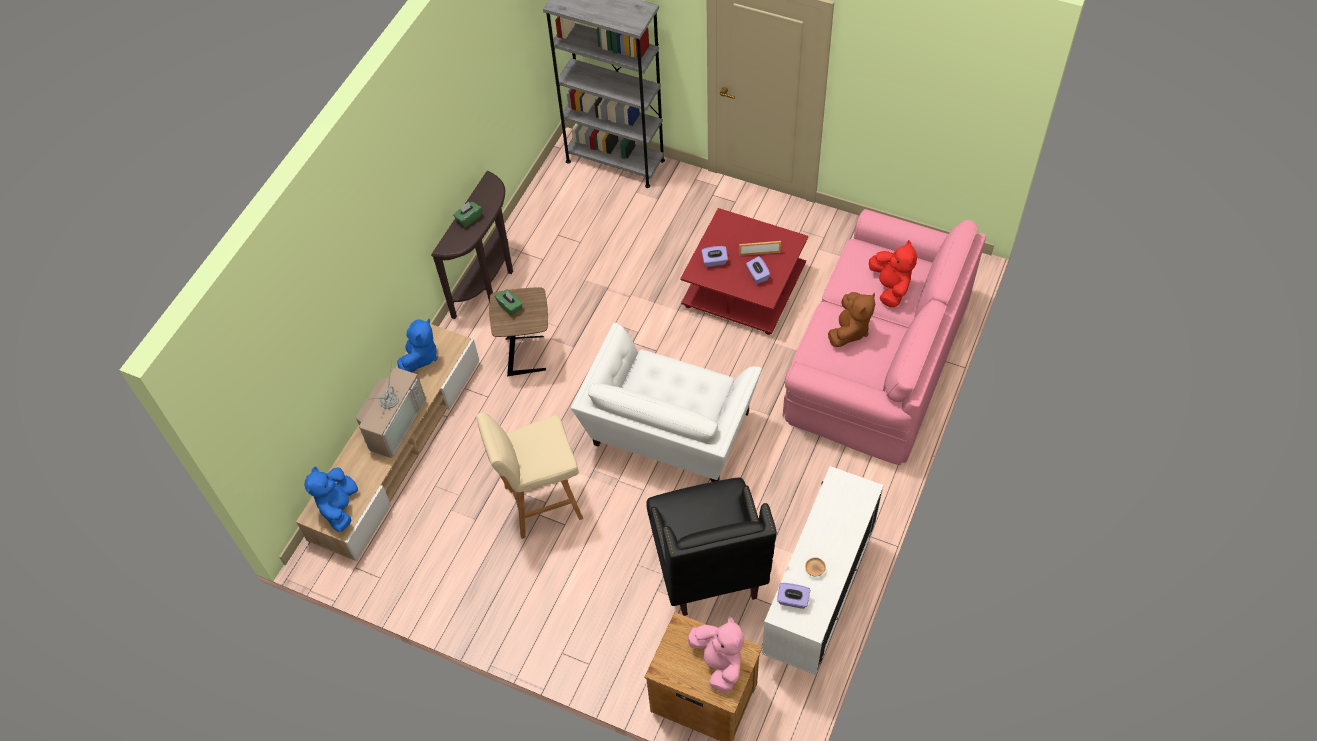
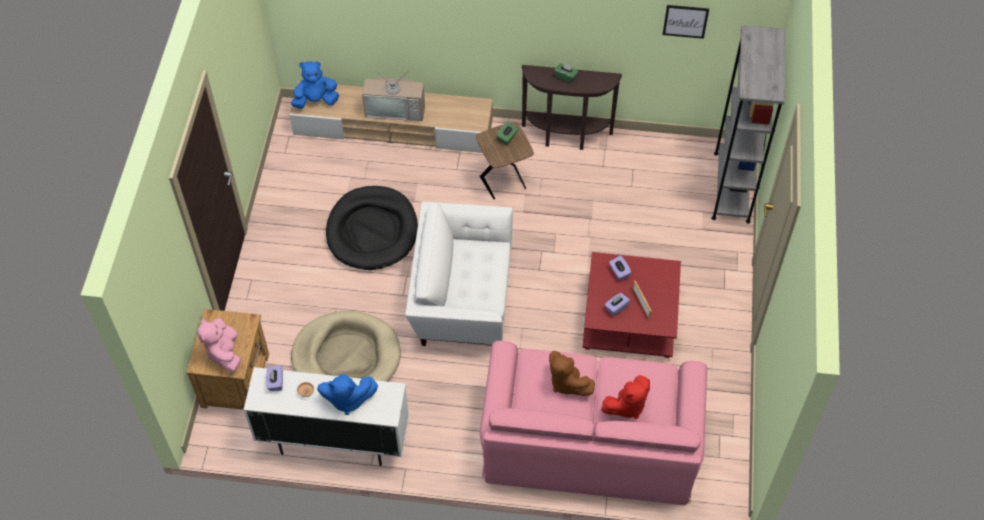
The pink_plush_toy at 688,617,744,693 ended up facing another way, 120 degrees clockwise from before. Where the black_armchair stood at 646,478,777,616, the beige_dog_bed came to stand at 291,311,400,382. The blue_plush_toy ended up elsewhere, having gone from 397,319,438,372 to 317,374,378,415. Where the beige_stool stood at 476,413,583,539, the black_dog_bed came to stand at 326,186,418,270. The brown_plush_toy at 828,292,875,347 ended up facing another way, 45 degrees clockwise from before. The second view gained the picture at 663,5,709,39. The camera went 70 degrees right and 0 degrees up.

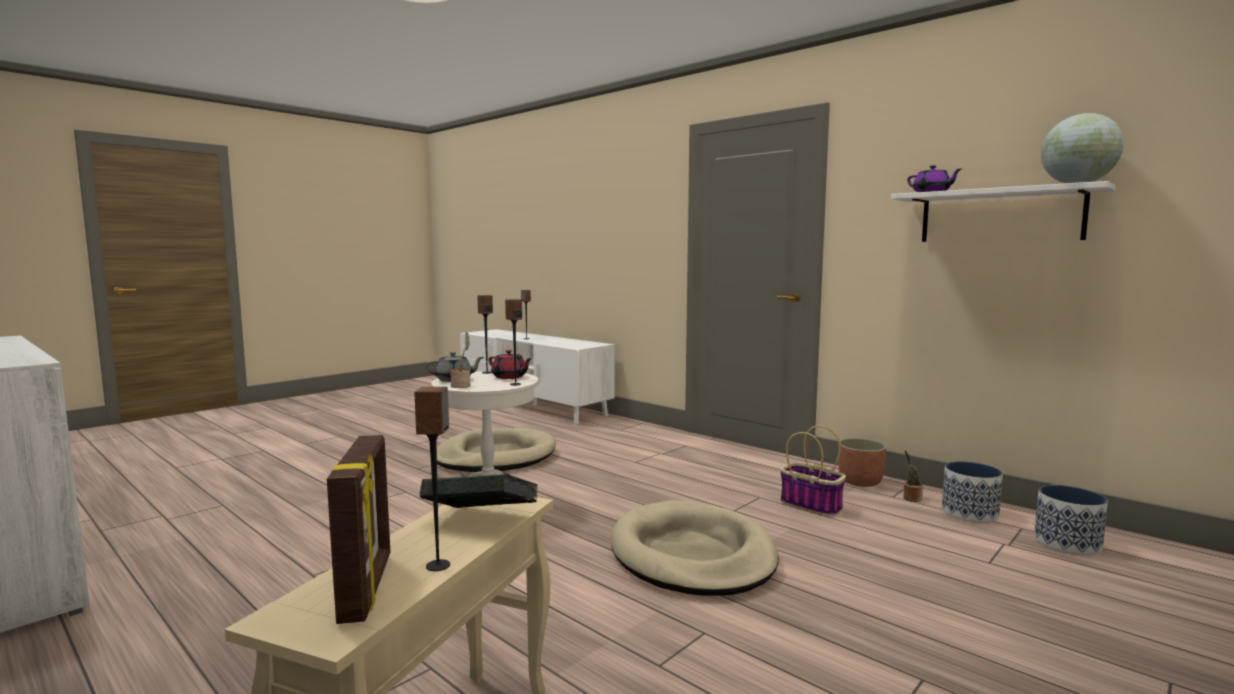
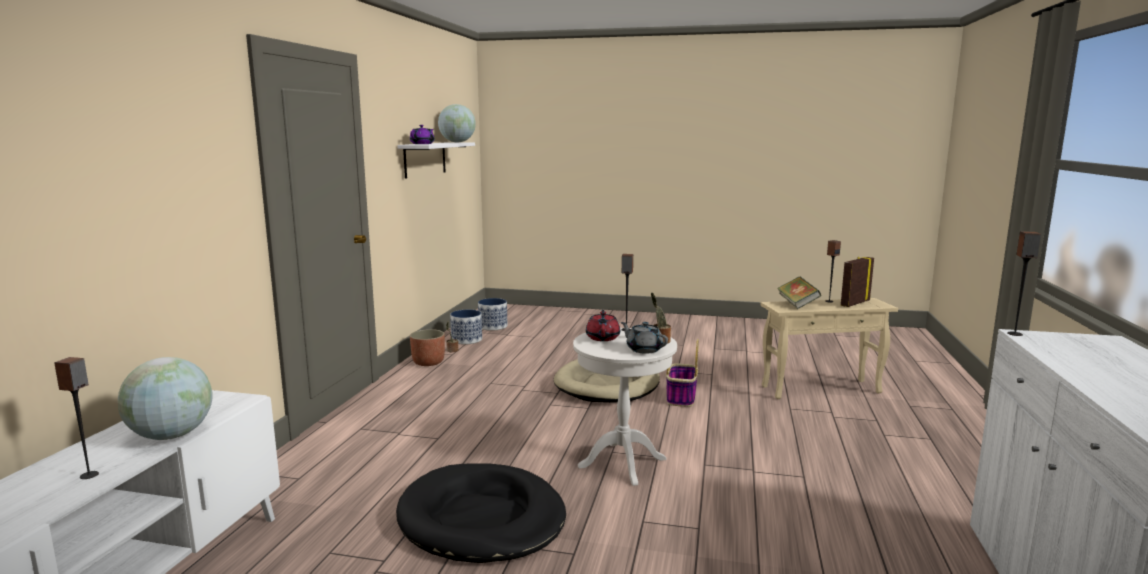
The second view gained the globe at 118,357,213,440. What was the beige_dog_bed at 437,428,556,472 turned into the black_dog_bed at 396,463,566,563. The basket ended up elsewhere, having gone from 780,425,846,517 to 666,339,699,407. The speaker ended up elsewhere, having gone from 477,295,493,374 to 1007,231,1041,336. The camera went 120 degrees left and 5 degrees up.

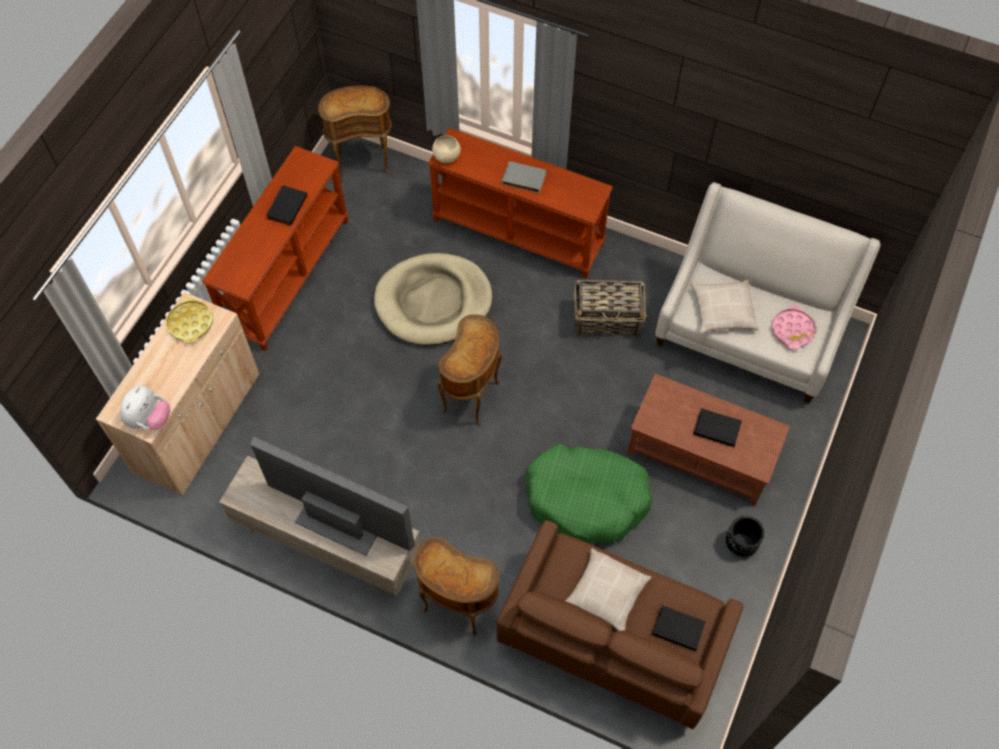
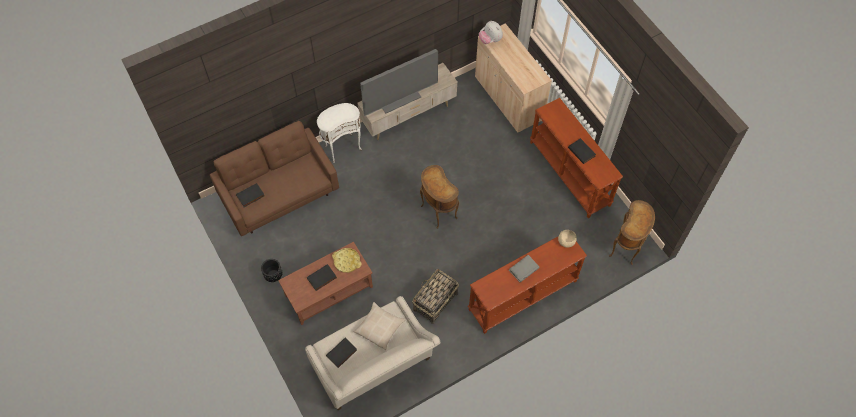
What was the brown_side_table at 414,537,500,636 turned into the white_side_table at 317,103,362,163. Where the pink_tray stood at 772,305,816,350, the black_book came to stand at 326,338,357,368. The yellow_tray ended up elsewhere, having gone from 166,297,213,344 to 332,248,362,273. The second view lost the beige_dog_bed at 374,253,493,345. The second view lost the green_dog_bed at 526,444,653,543. The second view lost the beige_pillow at 565,548,651,631. The camera went 125 degrees right and 0 degrees up.

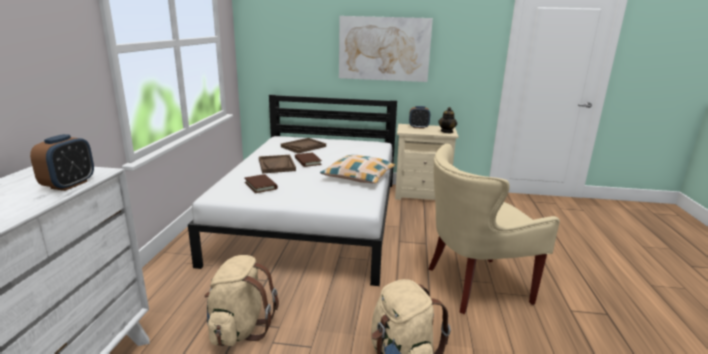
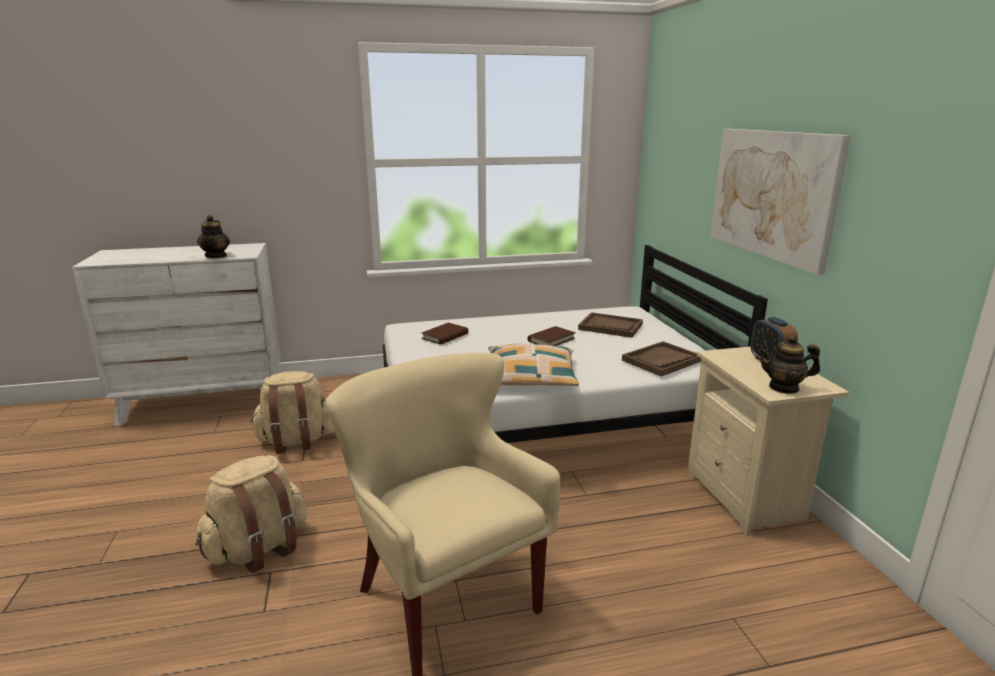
Where the alarm_clock stood at 30,134,94,191, the teapot came to stand at 197,215,230,258. The brown_tray ended up elsewhere, having gone from 259,155,296,174 to 622,341,702,377. The camera went 70 degrees right and 0 degrees up.

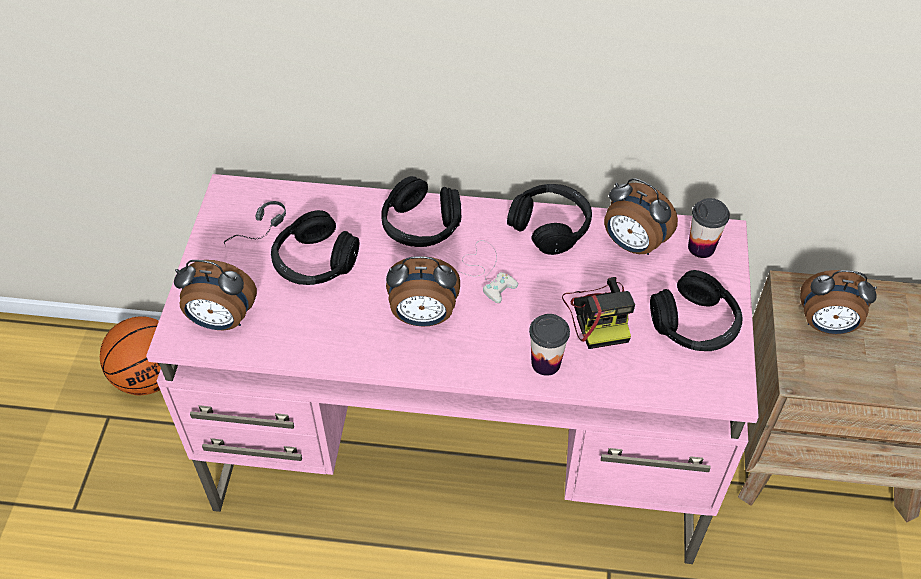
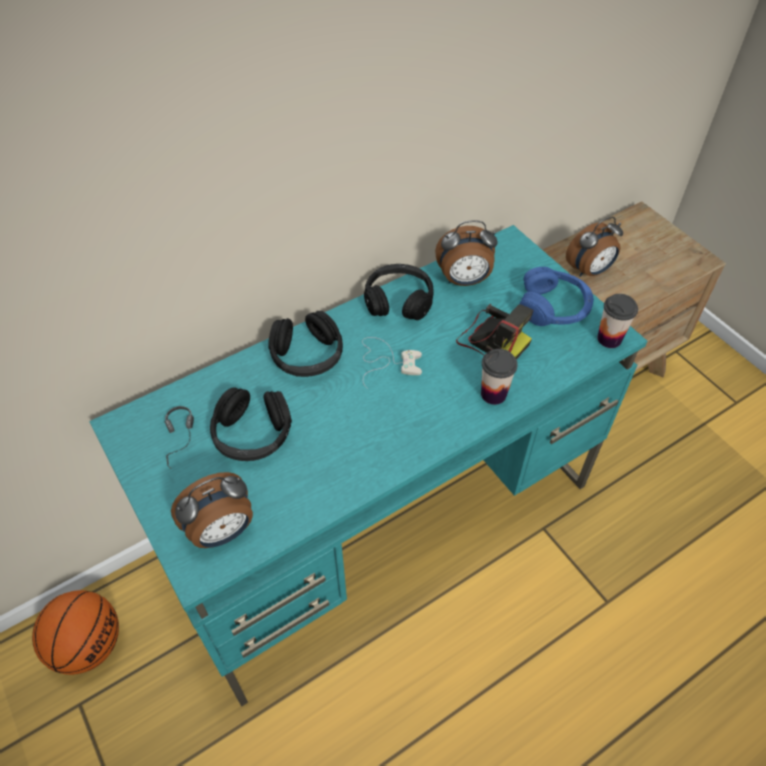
What was the pink_desk at 146,174,759,564 turned into the turquoise_desk at 90,225,647,707. What was the black_headphones at 650,270,742,351 turned into the blue_headphones at 520,267,594,326. The cup ended up elsewhere, having gone from 688,198,730,258 to 597,294,638,348. The second view lost the alarm_clock at 386,256,460,326. The camera went 40 degrees left and 0 degrees up.

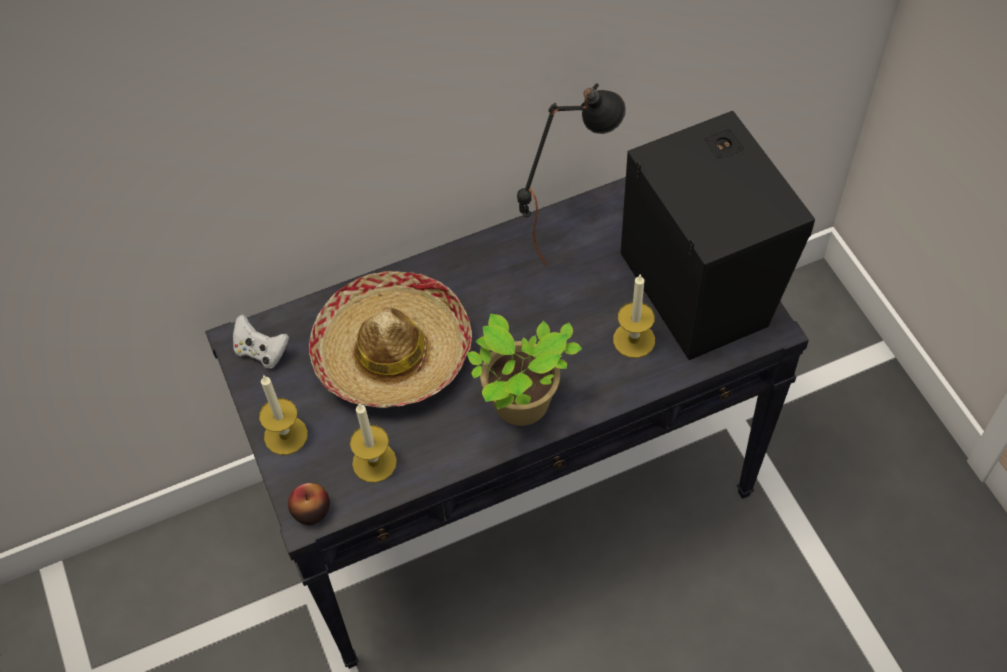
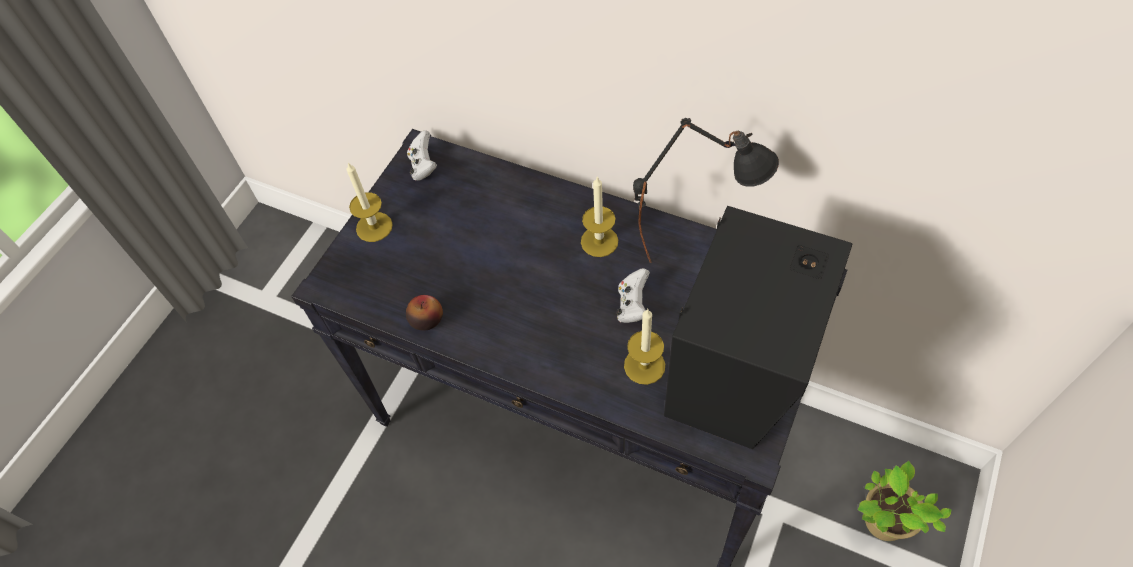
The apple ended up elsewhere, having gone from 288,483,330,525 to 406,295,443,330. The candle ended up elsewhere, having gone from 350,403,397,483 to 581,177,618,257. The second view gained the white_game_controller at 616,268,650,323. The potted_plant ended up elsewhere, having gone from 467,313,582,426 to 858,461,951,541. The second view lost the hat at 309,271,472,408. The camera went 50 degrees right and 0 degrees up.

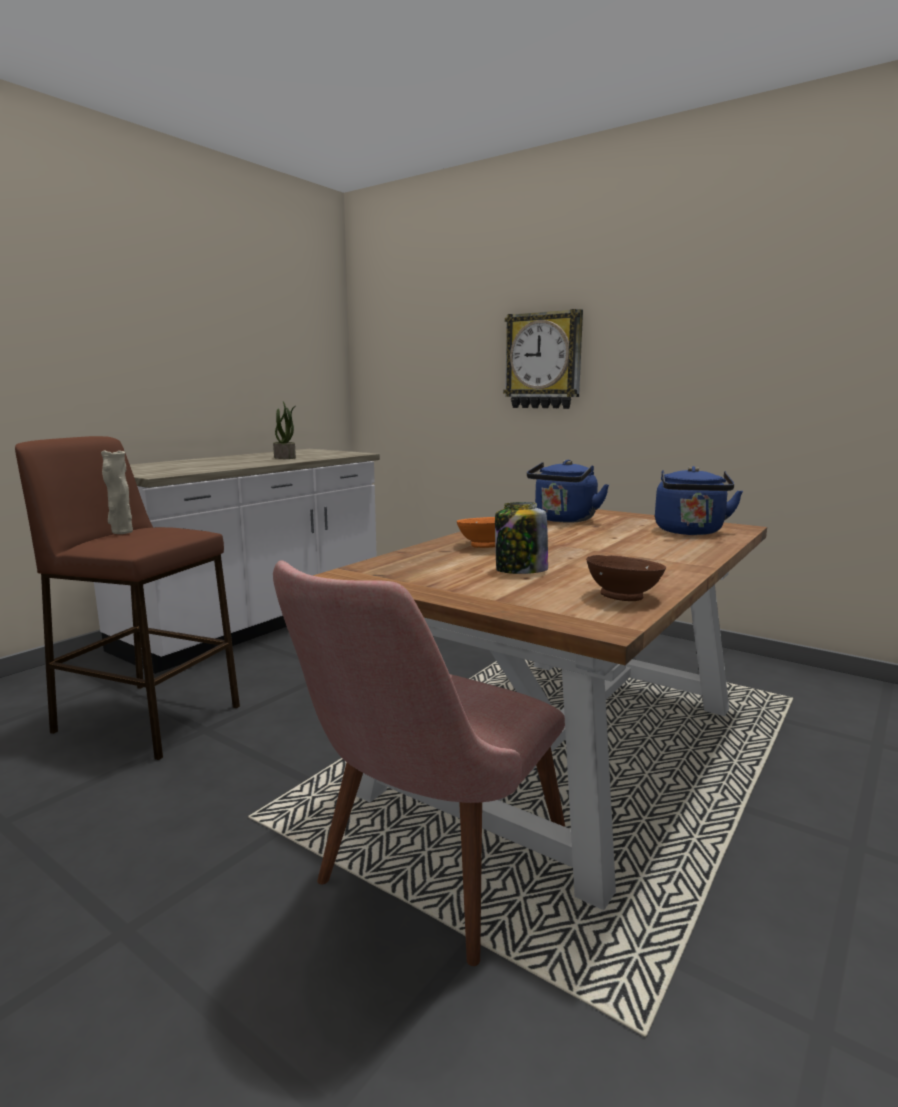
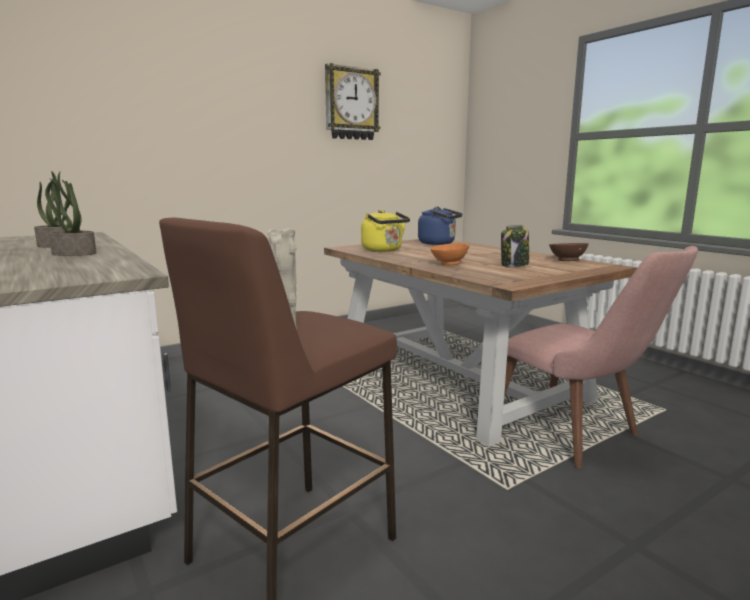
The second view gained the potted_plant at 45,171,97,256. The wall_clock ended up elsewhere, having gone from 503,309,583,409 to 325,63,381,140. What was the blue_kettle at 527,460,609,523 turned into the yellow_kettle at 361,210,410,252. The camera went 70 degrees left and 0 degrees up.

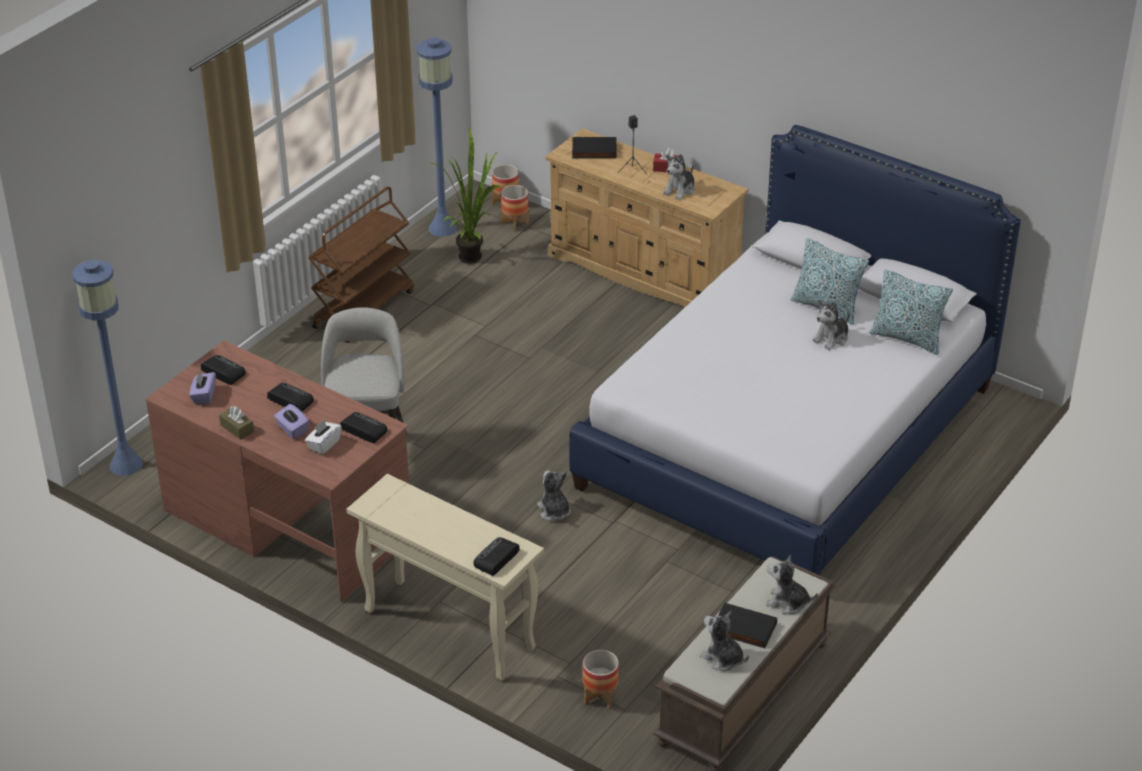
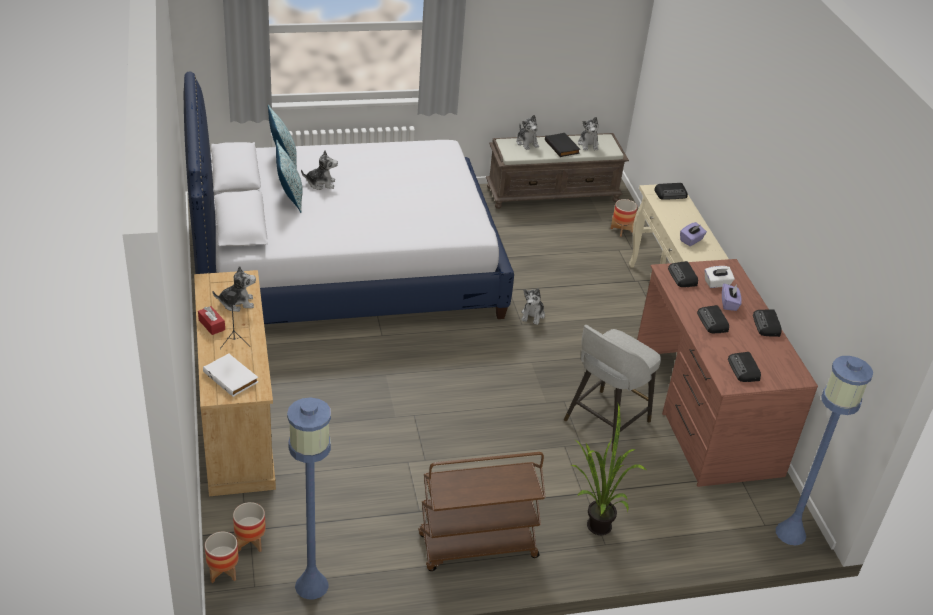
What was the black_book at 572,137,617,159 turned into the white_book at 203,353,258,397. The potted_plant ended up elsewhere, having gone from 431,129,501,264 to 571,404,647,535. The purple_tissue_box ended up elsewhere, having gone from 190,372,216,404 to 680,222,707,246. Where the brown_tissue_box stood at 219,406,254,440, the radio came to stand at 753,309,782,337. The camera went 140 degrees left and 0 degrees up.

